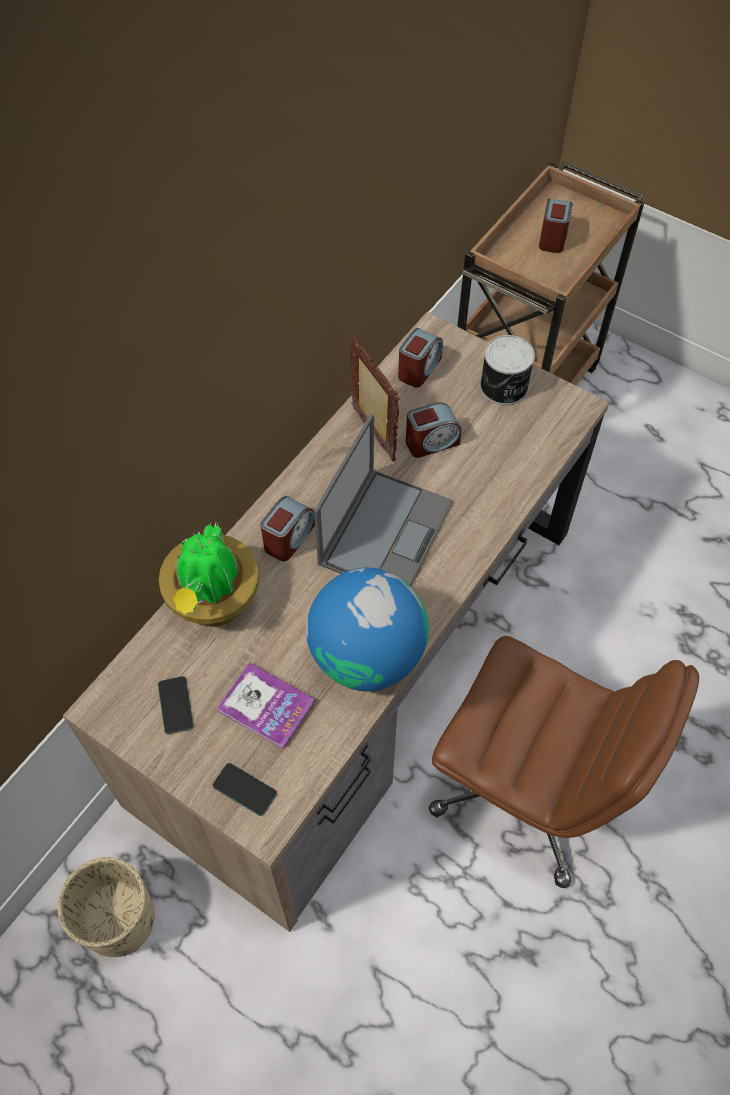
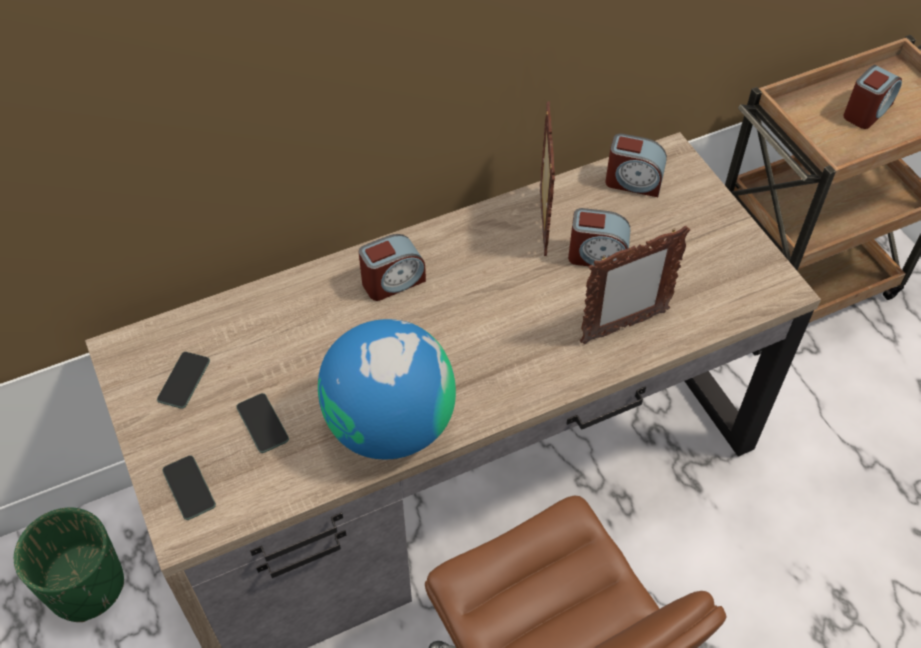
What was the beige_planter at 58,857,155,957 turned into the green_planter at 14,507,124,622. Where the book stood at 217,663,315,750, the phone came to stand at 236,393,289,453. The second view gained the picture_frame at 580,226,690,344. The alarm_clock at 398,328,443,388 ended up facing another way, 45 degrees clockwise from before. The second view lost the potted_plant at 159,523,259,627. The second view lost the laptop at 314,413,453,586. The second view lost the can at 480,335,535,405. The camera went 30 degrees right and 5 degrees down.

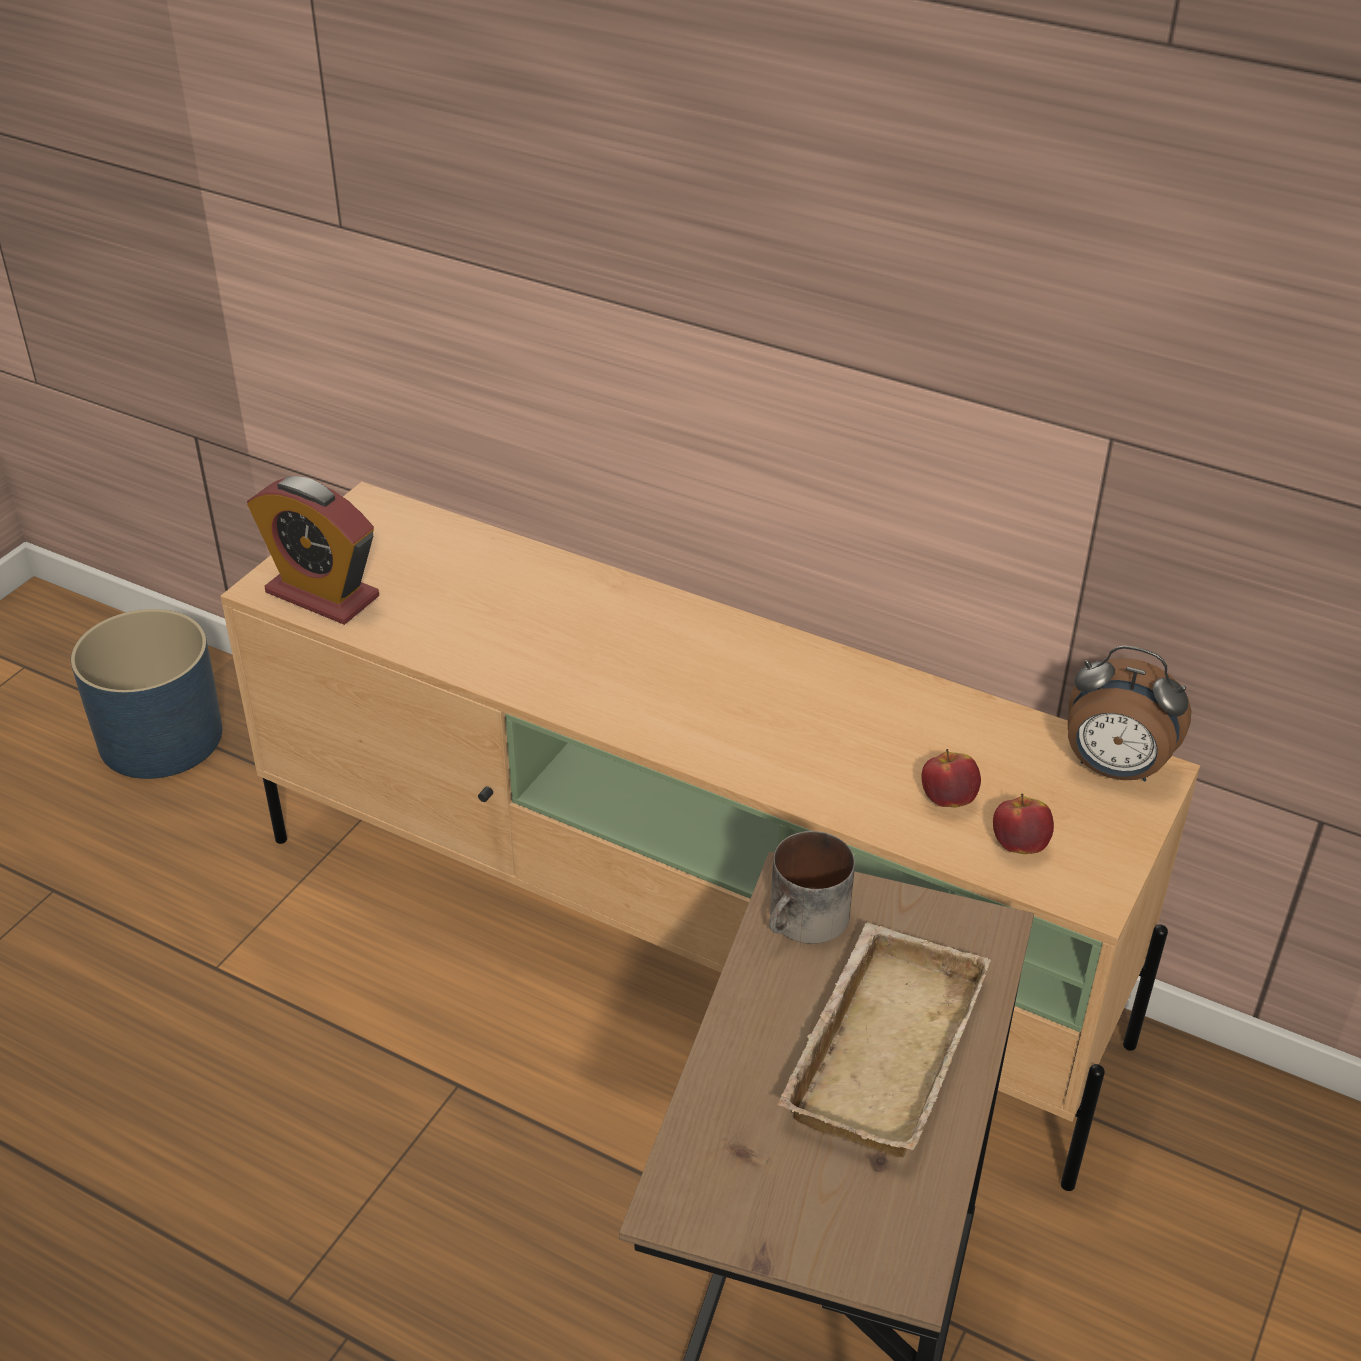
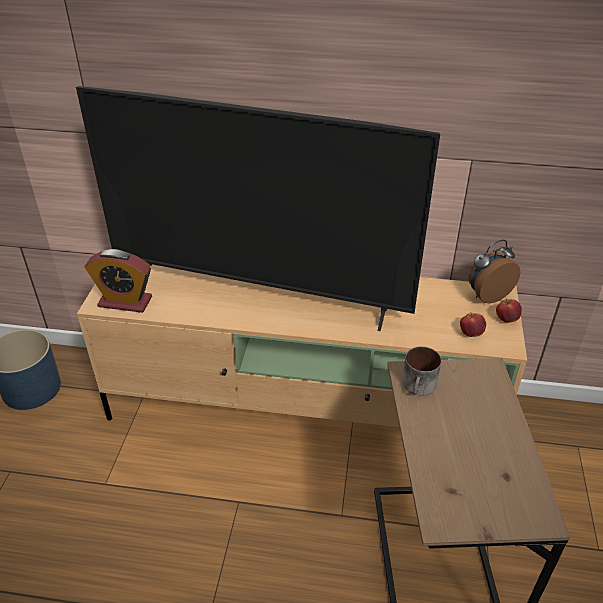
The second view gained the television at 76,86,440,331. The alarm_clock at 1068,645,1192,782 ended up facing another way, 150 degrees clockwise from before. The apple ended up elsewhere, having gone from 922,749,981,807 to 496,299,522,323. The second view lost the beige_tray at 777,922,991,1158. The camera went 20 degrees left and 0 degrees up.

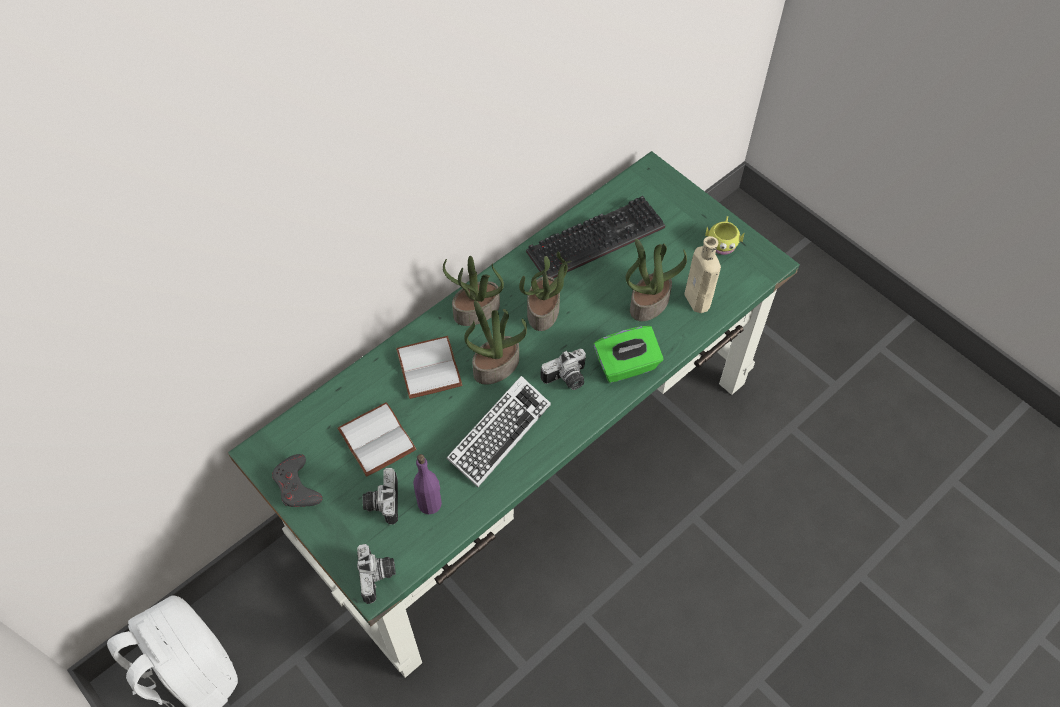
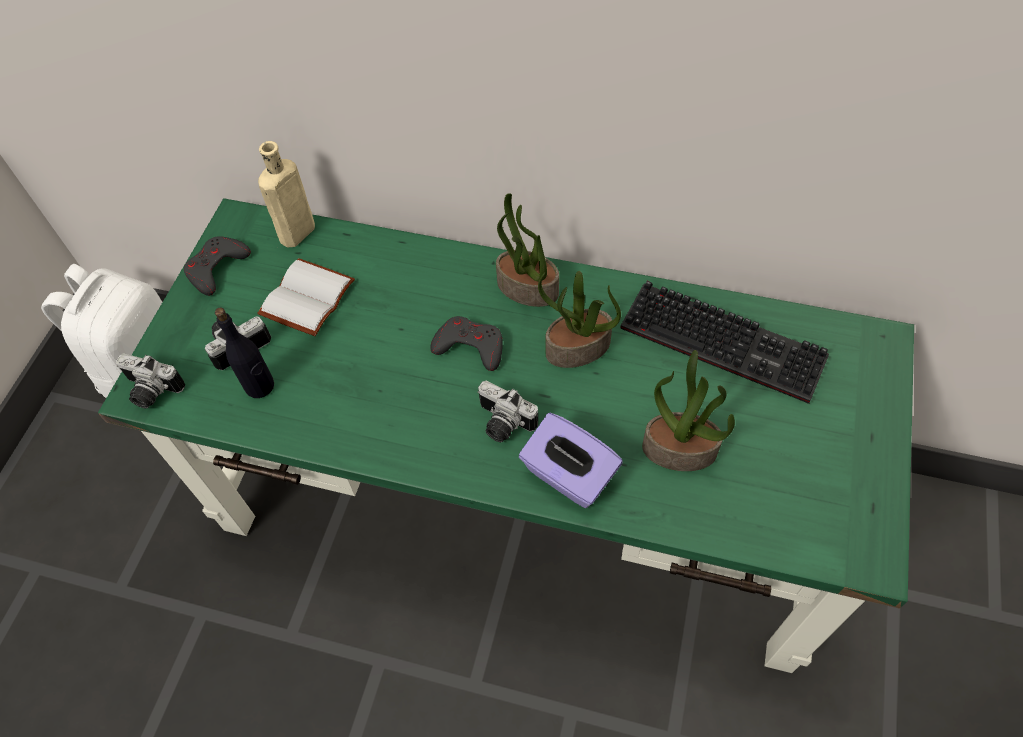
The photo_camera at 357,544,396,604 ended up facing another way, 60 degrees clockwise from before. What was the purple_bottle at 413,454,442,514 turned into the black_bottle at 215,308,274,398. The beige_bottle ended up elsewhere, having gone from 684,236,721,313 to 258,141,315,247. Where the potted_plant stood at 464,300,527,384, the grey_game_controller came to stand at 430,316,503,371. What was the green_tissue_box at 594,326,663,383 turned into the purple_tissue_box at 519,413,623,508. The second view lost the white_book at 396,336,462,399. The second view lost the keyboard at 446,376,551,487. The second view lost the yellow_mug at 705,216,745,255. The camera went 60 degrees right and 0 degrees up.

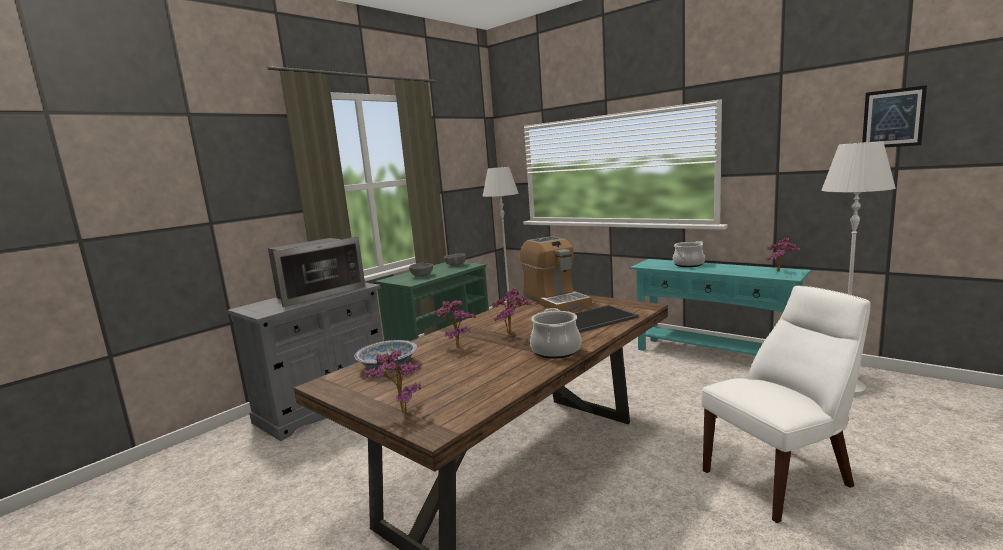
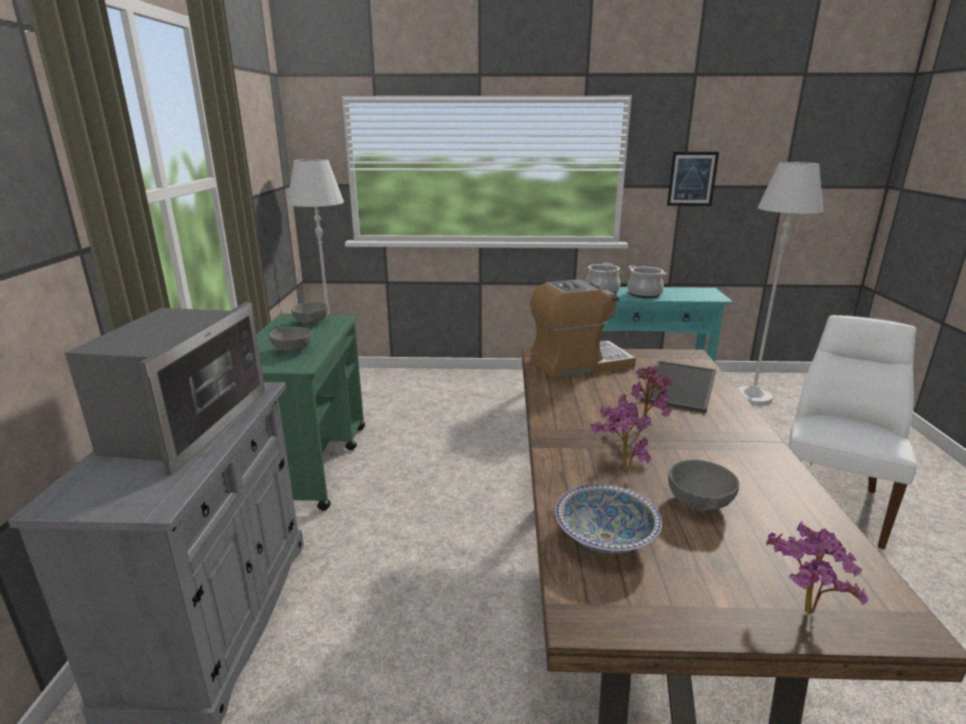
The coffee_machine at 520,236,592,311 ended up facing another way, 45 degrees counterclockwise from before. The cooking_pot ended up elsewhere, having gone from 530,308,581,359 to 627,266,666,298. The picture ended up elsewhere, having gone from 862,85,927,147 to 667,152,719,206. The second view gained the grey_bowl at 668,460,740,511. The second view lost the potted_plant at 767,238,800,272. The camera went 40 degrees left and 10 degrees up.

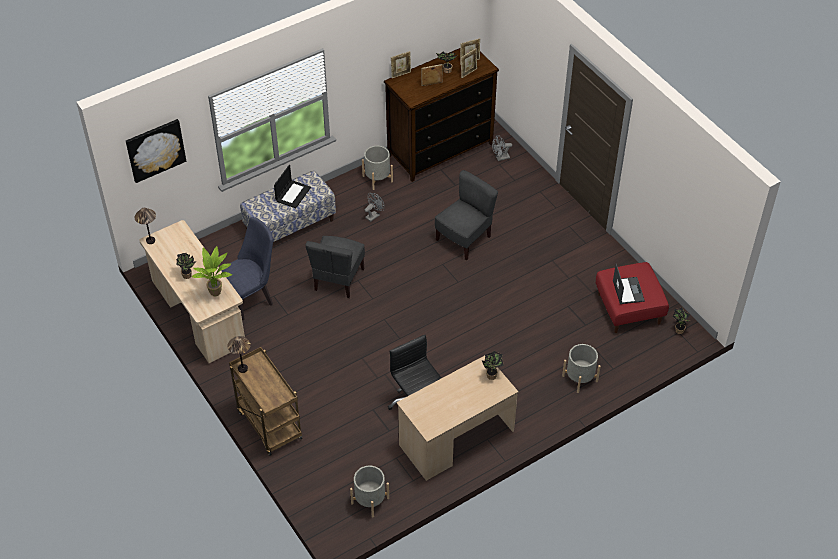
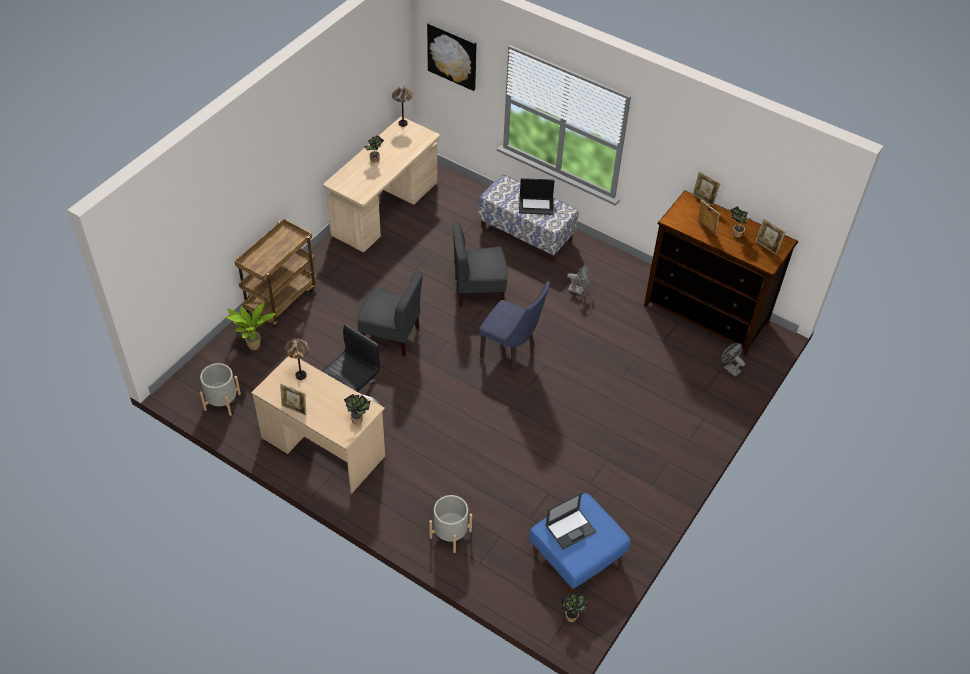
The potted_plant ended up elsewhere, having gone from 191,246,232,296 to 226,302,276,350. The picture_frame ended up elsewhere, having gone from 461,48,477,78 to 280,384,306,415. The table_lamp ended up elsewhere, having gone from 227,336,251,373 to 284,338,310,380. The grey_chair ended up elsewhere, having gone from 435,170,498,260 to 357,272,423,357. The blue_chair ended up elsewhere, having gone from 221,217,273,321 to 479,281,550,373. What was the red_ottoman at 596,262,669,333 turned into the blue_ottoman at 529,493,631,593. The second view lost the grey_planter at 362,146,393,190. The camera went 65 degrees right and 0 degrees up.

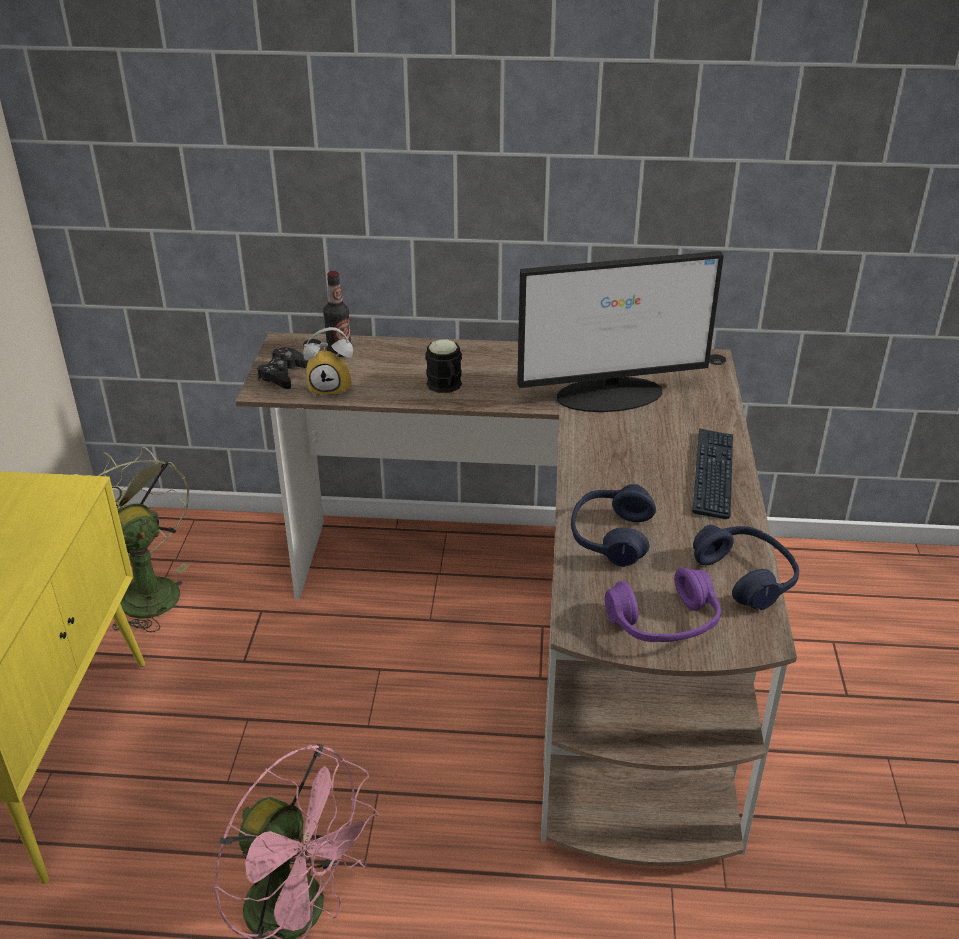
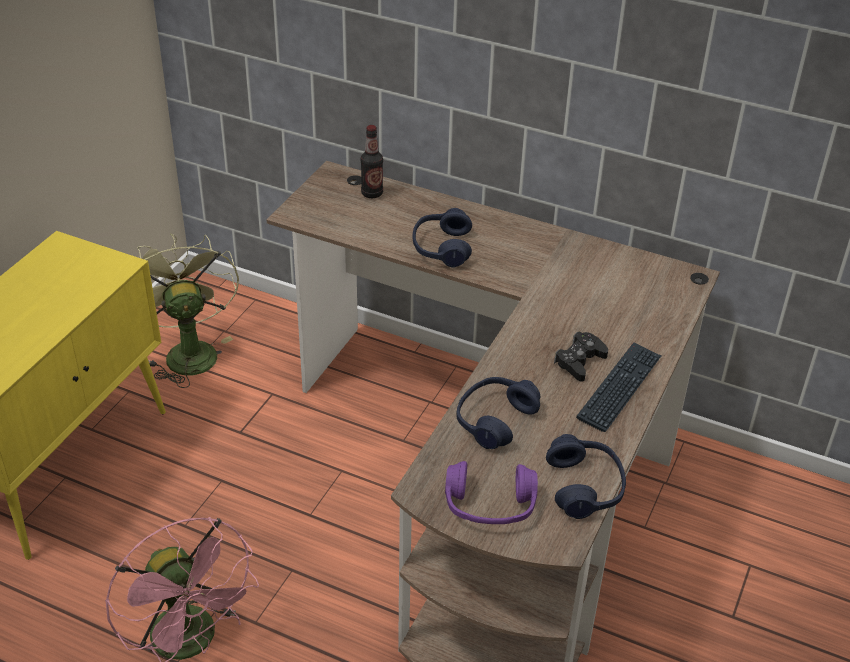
Where the black_mug stood at 425,339,462,393, the blue_headphones came to stand at 413,208,472,268. The black_game_controller ended up elsewhere, having gone from 257,347,308,389 to 554,332,608,382. The second view lost the alarm_clock at 303,327,353,397. The second view lost the monitor at 517,251,724,412. The camera went 20 degrees right and 5 degrees up.

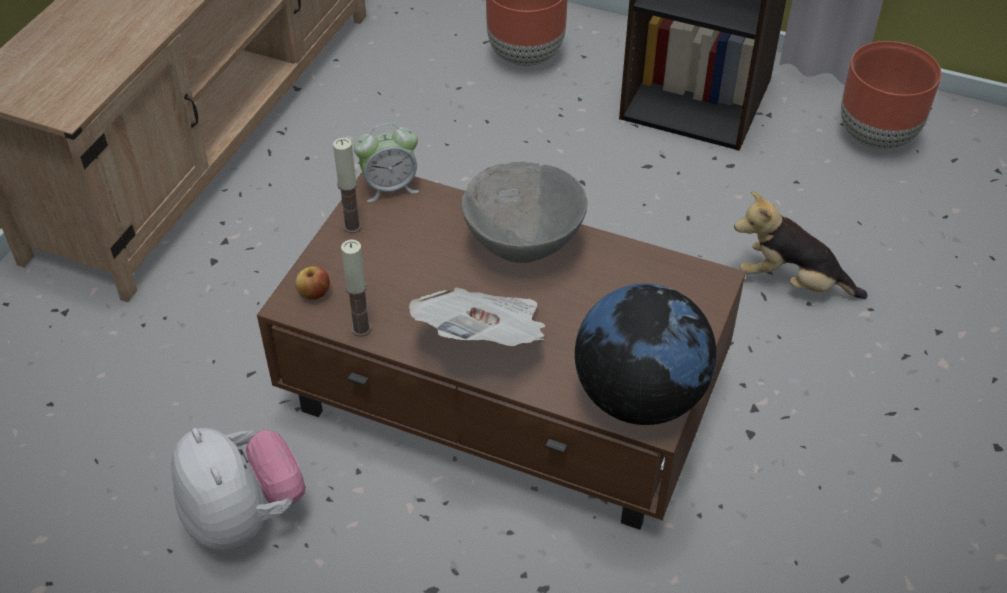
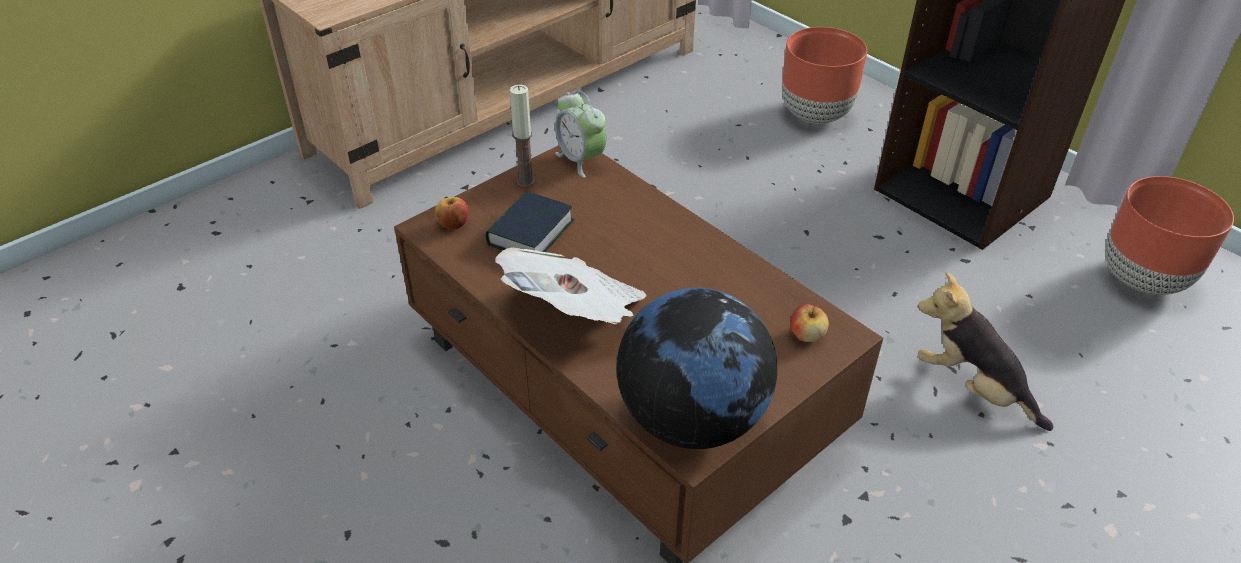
The second view gained the book at 485,191,574,252. The alarm_clock at 354,123,419,202 ended up facing another way, 45 degrees clockwise from before. The second view gained the apple at 790,304,829,342. The second view lost the plush_toy at 171,428,306,550. The second view lost the candle at 341,239,372,337. The second view lost the grey_bowl at 461,162,587,263. The camera went 25 degrees right and 5 degrees down.

